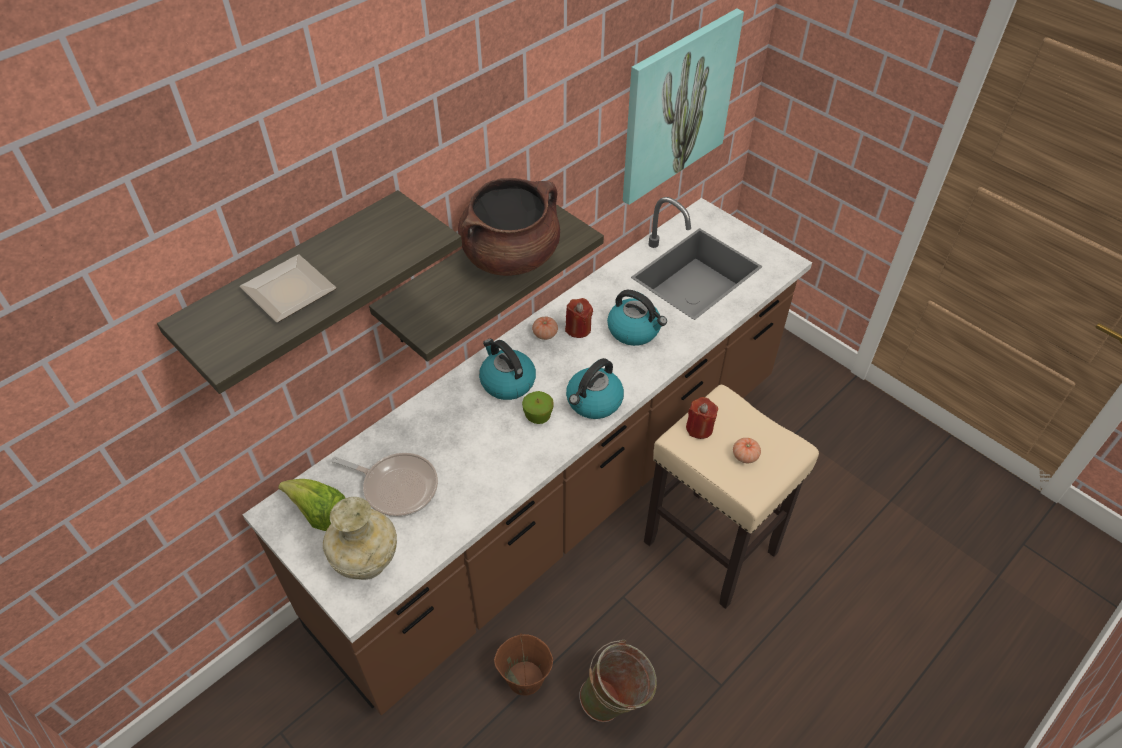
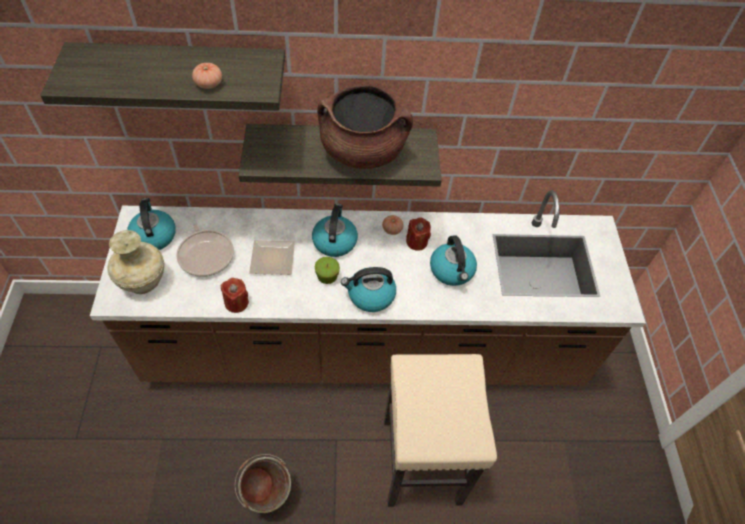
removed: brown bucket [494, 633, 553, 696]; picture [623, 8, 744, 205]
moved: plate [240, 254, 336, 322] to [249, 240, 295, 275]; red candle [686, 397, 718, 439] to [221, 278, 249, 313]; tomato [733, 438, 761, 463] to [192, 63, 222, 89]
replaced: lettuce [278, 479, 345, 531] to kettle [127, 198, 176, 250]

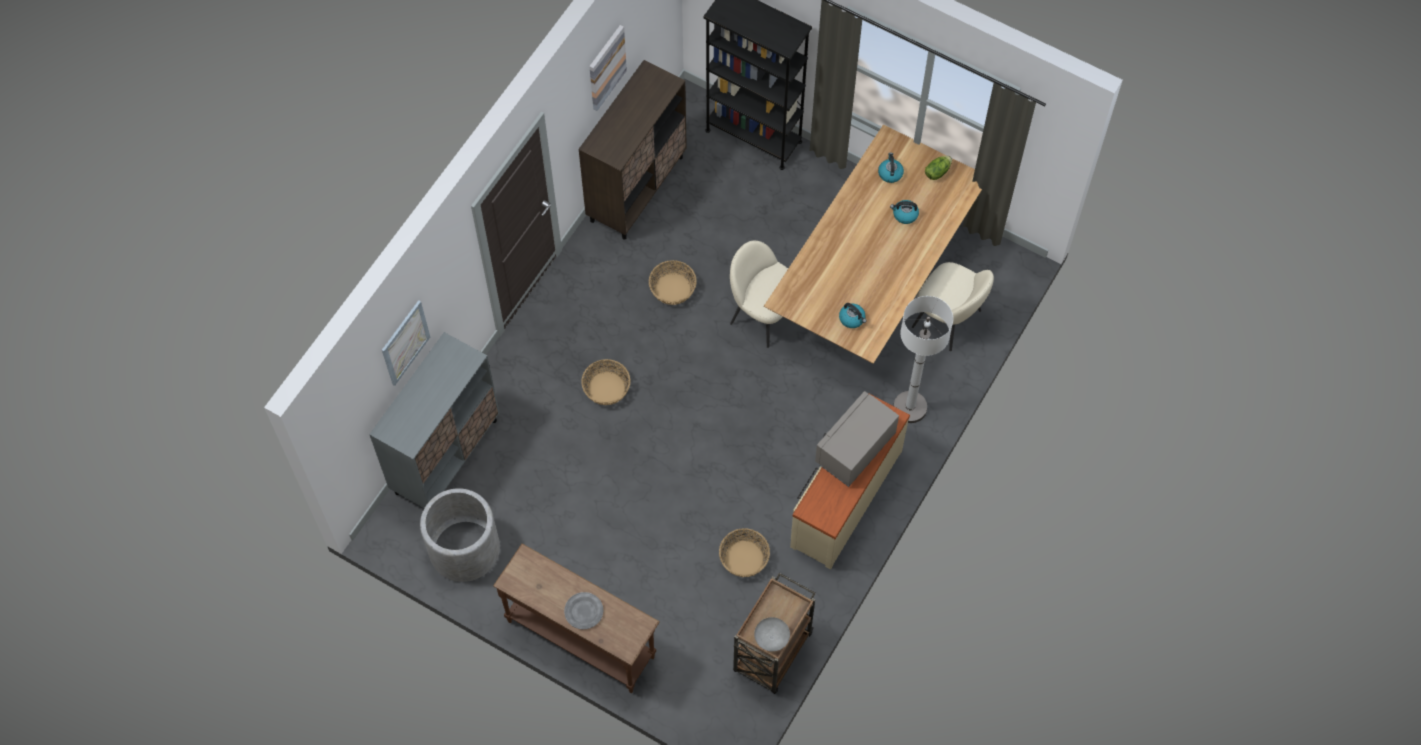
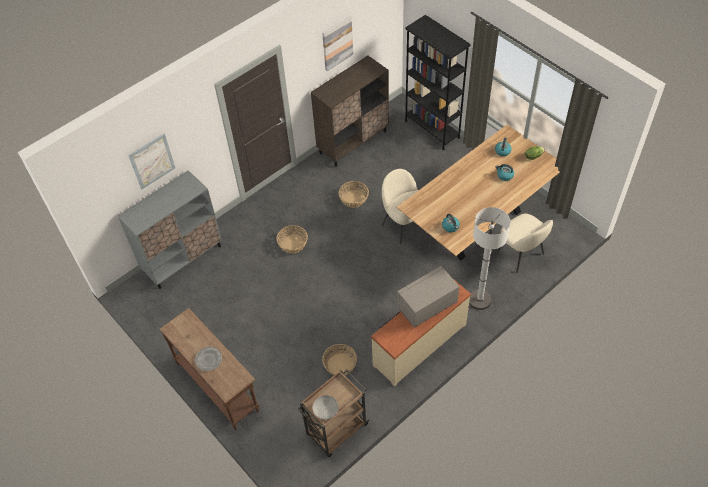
removed: grey planter [420, 488, 500, 582]

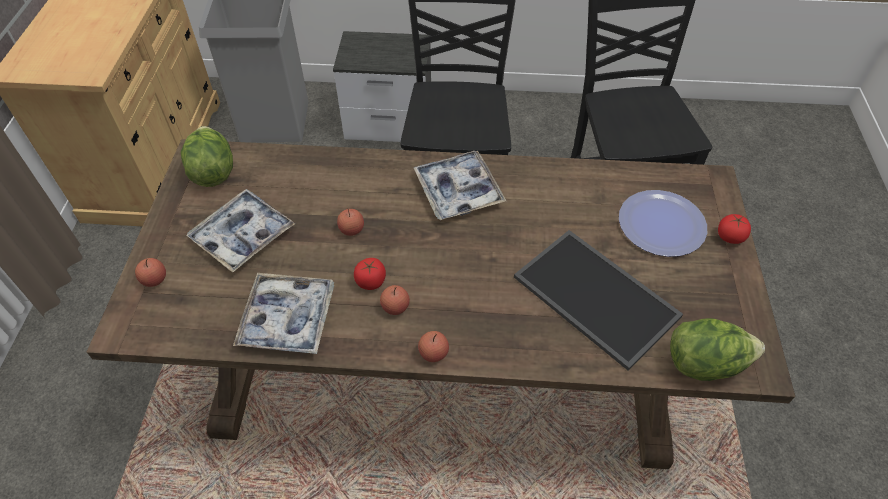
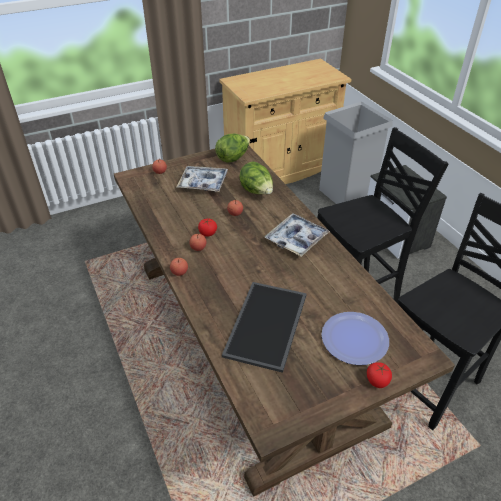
removed: tray [233, 273, 334, 354]
moved: lettuce [670, 318, 765, 381] to [239, 161, 273, 194]

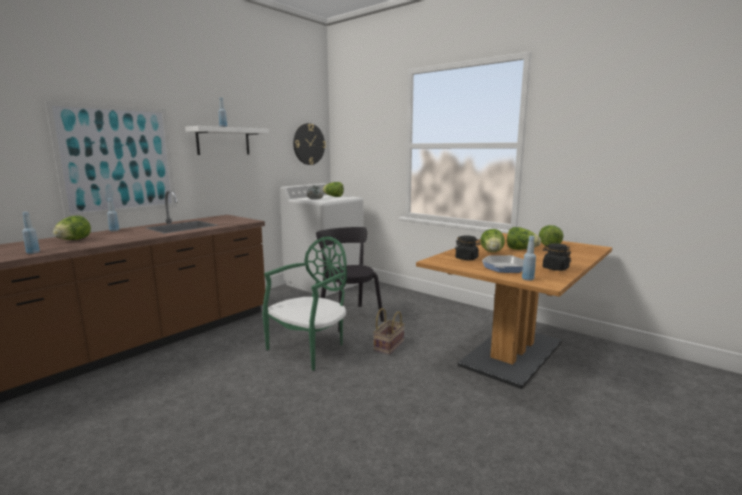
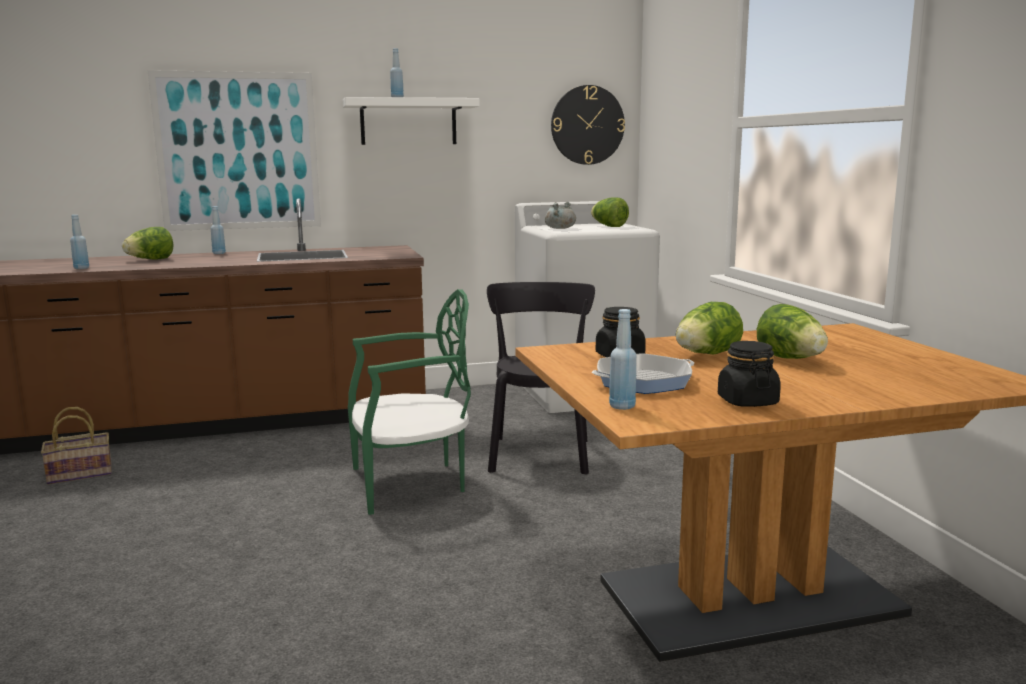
removed: lettuce [539, 225, 564, 247]
moved: basket [373, 308, 405, 355] to [41, 407, 112, 484]

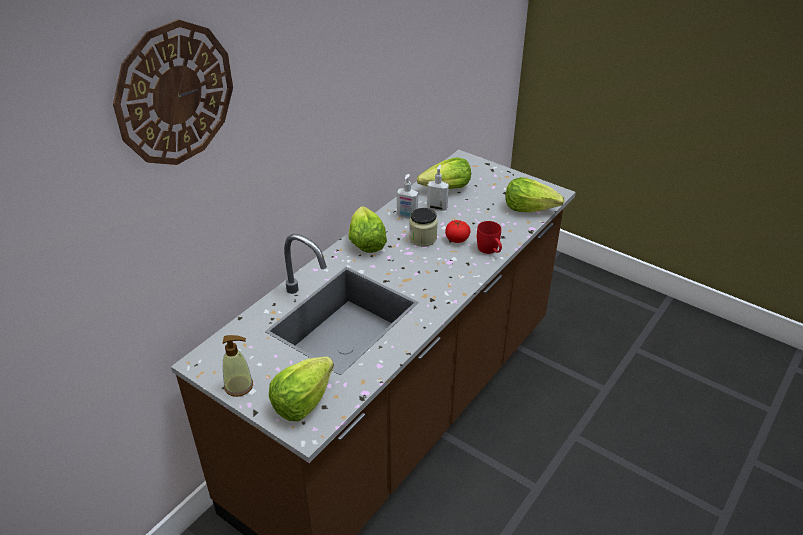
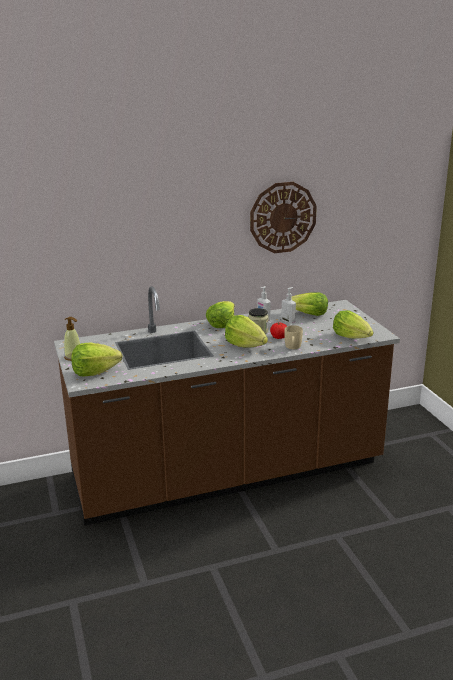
added: lettuce [225, 315, 268, 348]
moved: wall clock [113, 19, 233, 165] to [250, 182, 317, 253]
recoloured: red mug [477, 221, 502, 254] to beige mug [284, 325, 303, 349]

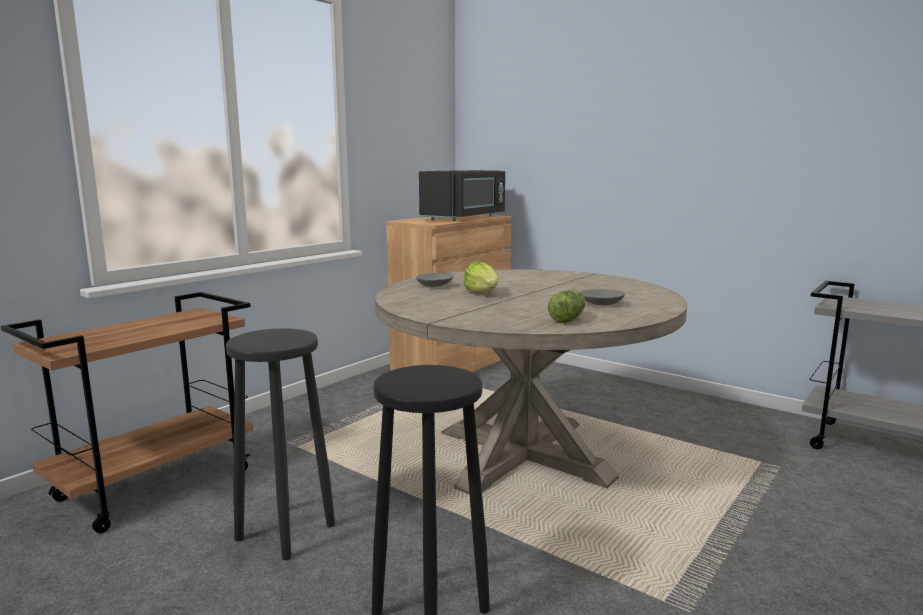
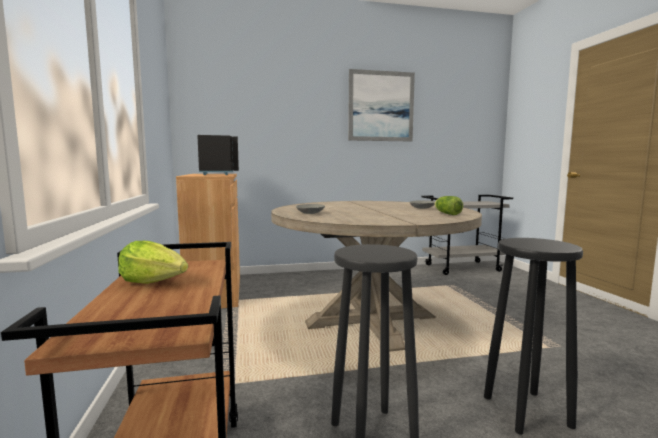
added: picture [348, 69, 415, 142]
moved: lettuce [463, 261, 499, 293] to [118, 241, 188, 284]

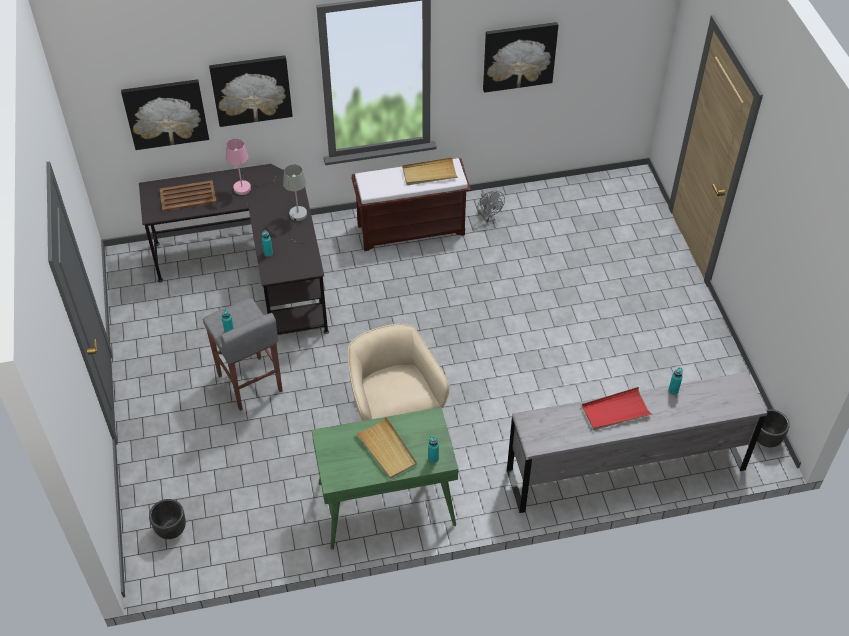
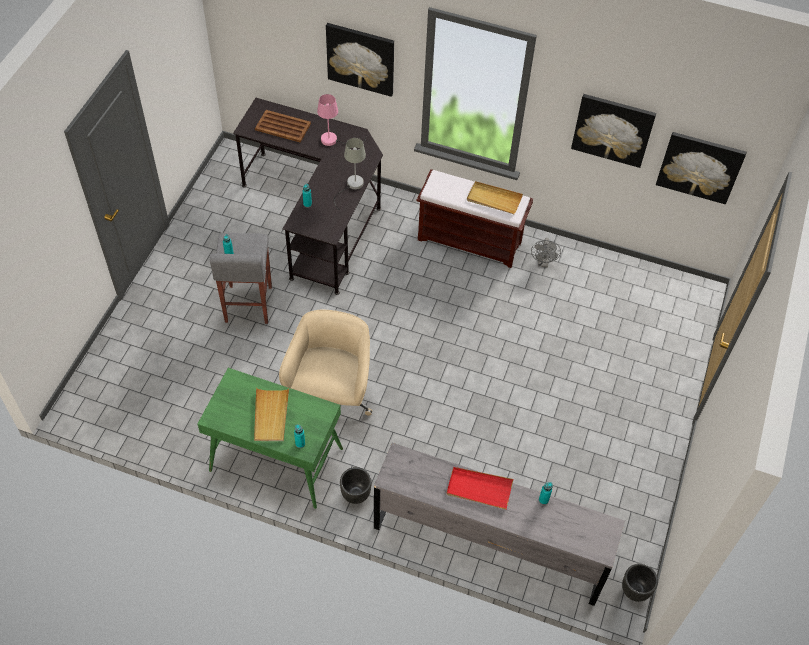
moved: picture [121, 79, 209, 150] to [656, 132, 746, 204]; black planter [149, 499, 186, 539] to [340, 467, 371, 504]

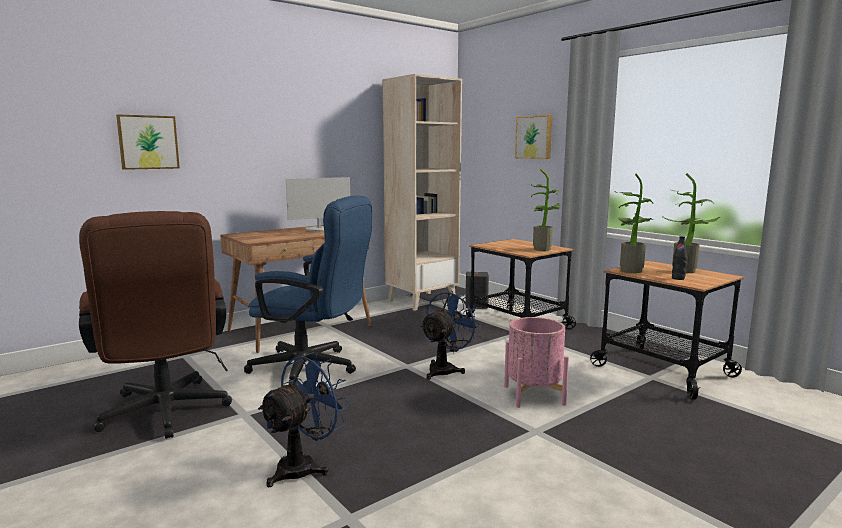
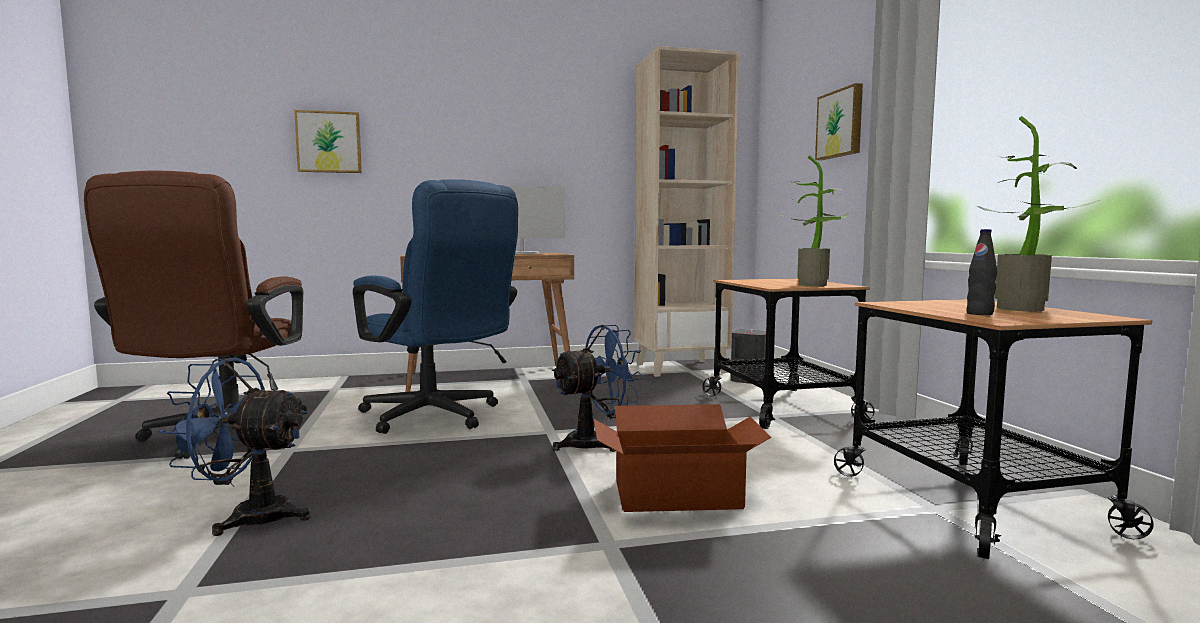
removed: potted plant [614, 173, 654, 273]
replaced: pink planter [504, 317, 569, 408] to cardboard box [594, 404, 772, 512]
turned: blue fan [258, 352, 351, 487] = [159, 358, 310, 536] 150 degrees counterclockwise

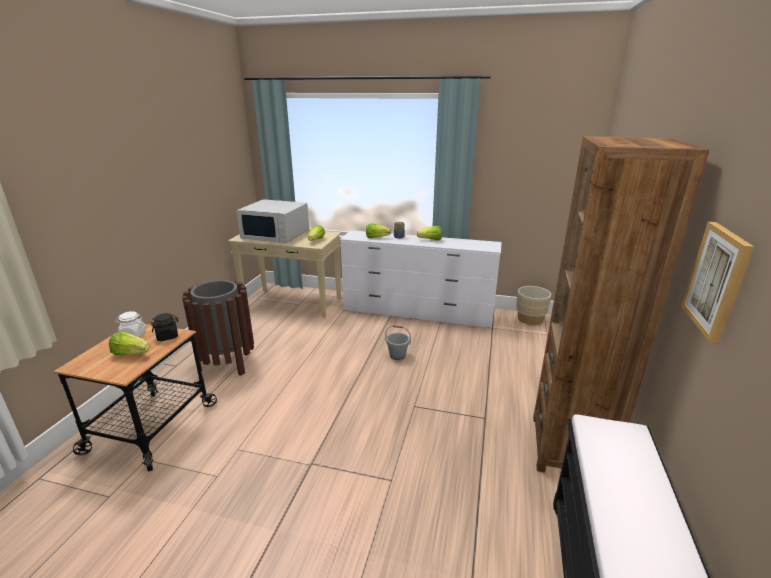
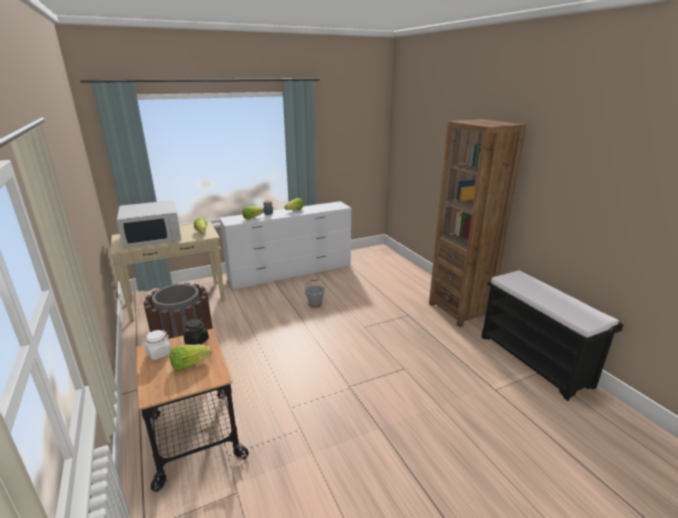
removed: beige planter [516, 286, 551, 325]; picture [681, 222, 754, 344]

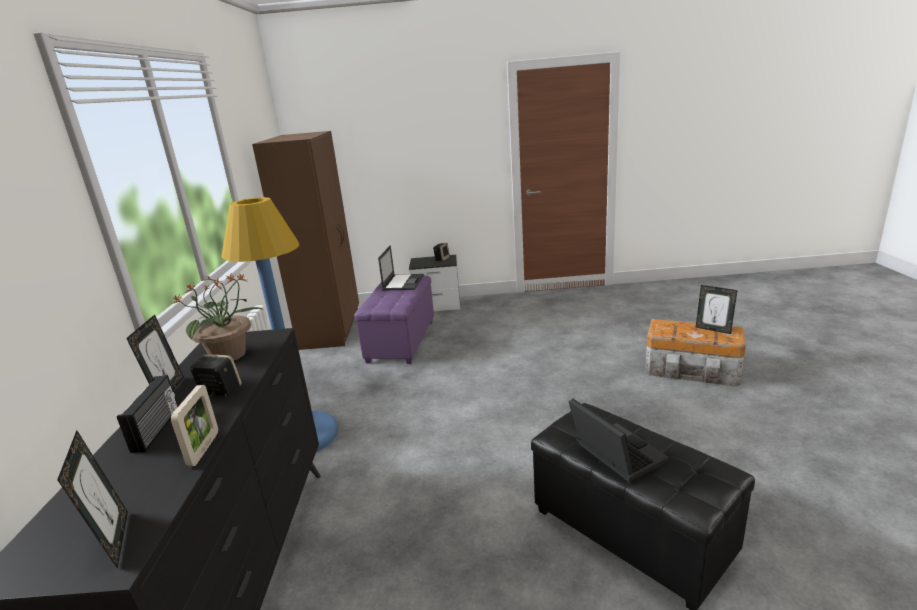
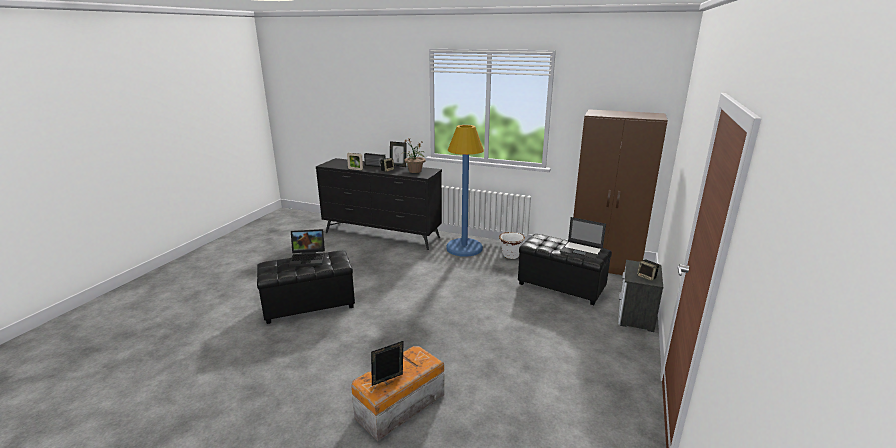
removed: picture frame [57, 430, 128, 569]
added: white planter [499, 232, 525, 259]
recoloured: purple ottoman [354, 275, 434, 364] to black ottoman [518, 234, 612, 305]

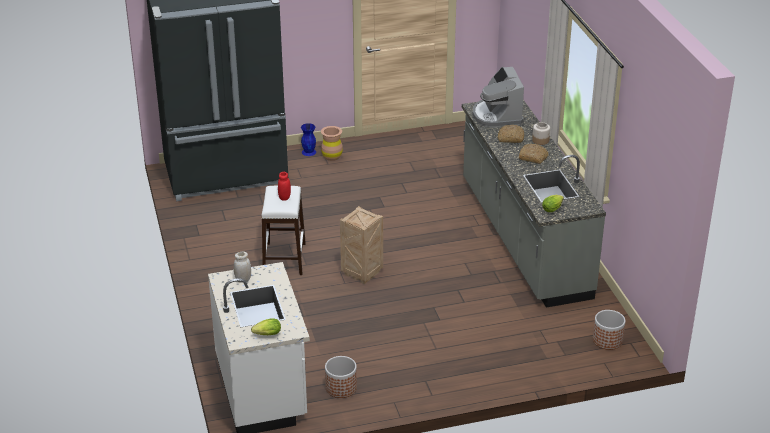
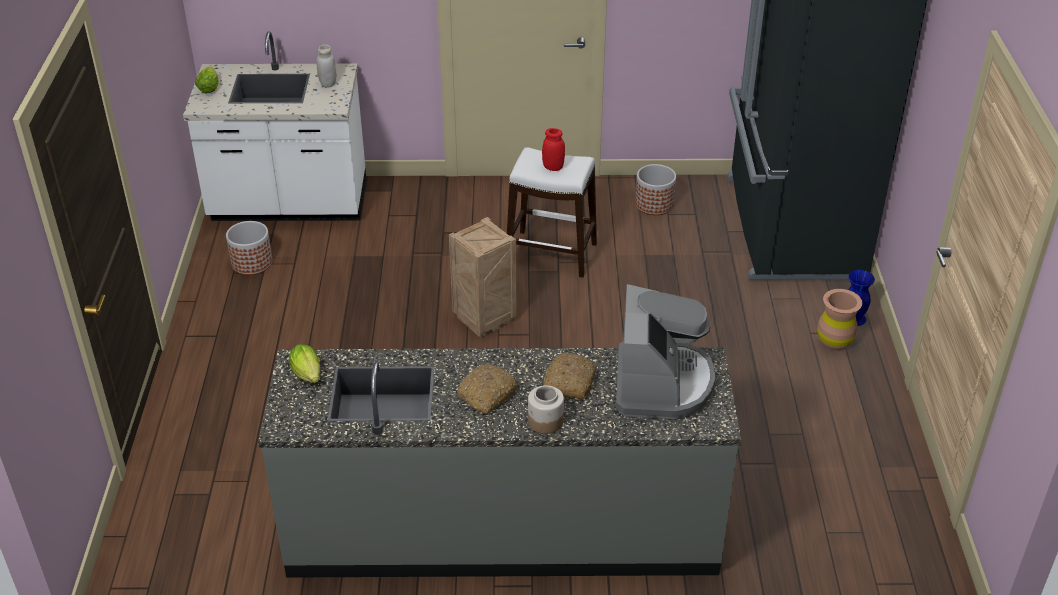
moved: planter [593, 310, 626, 350] to [635, 164, 676, 215]
turned: coffee machine [473, 67, 524, 128] = [616, 284, 715, 419] 90 degrees clockwise

